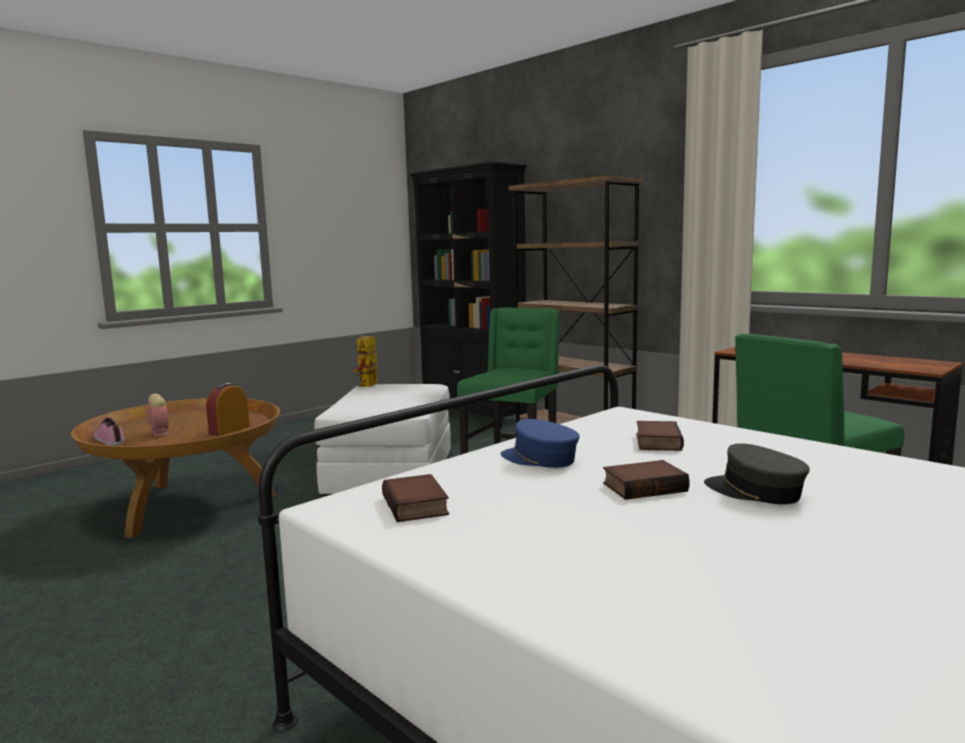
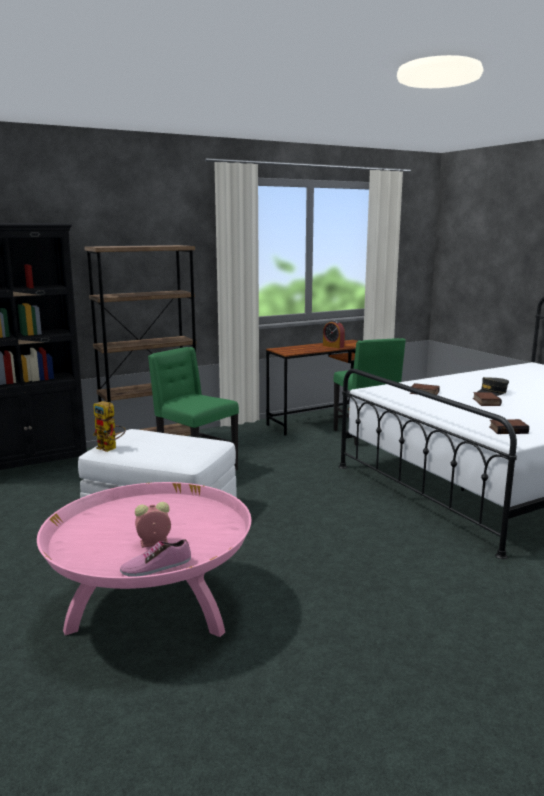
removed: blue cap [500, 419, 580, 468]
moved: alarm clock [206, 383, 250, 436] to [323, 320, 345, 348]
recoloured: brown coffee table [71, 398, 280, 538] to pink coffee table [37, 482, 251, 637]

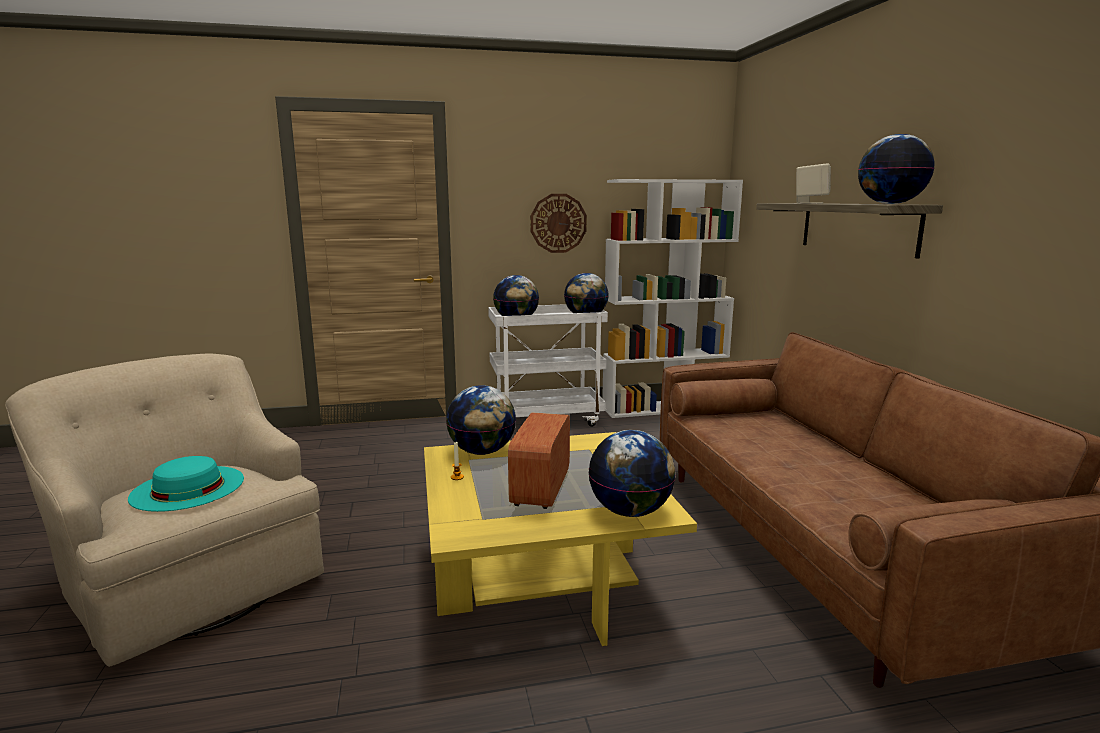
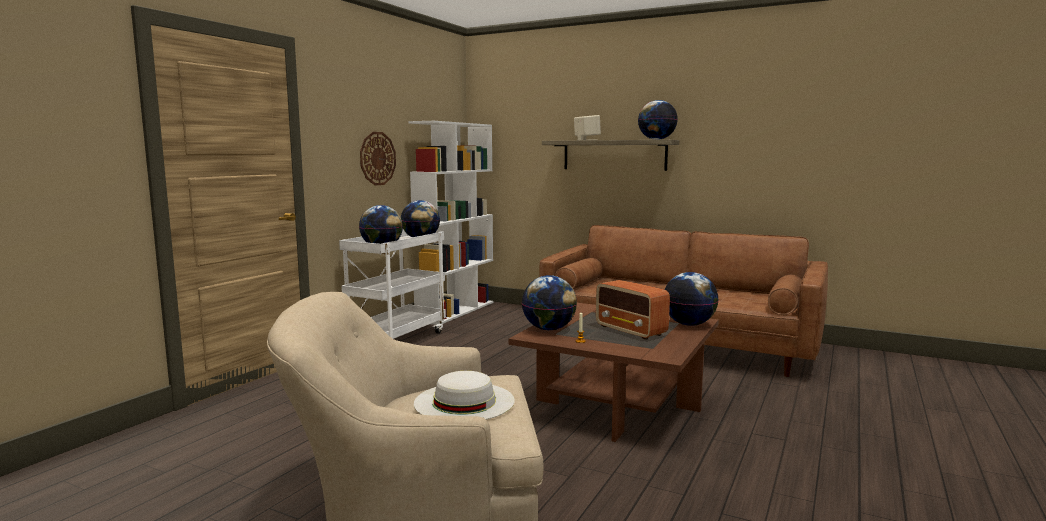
recoloured: turquoise hat [128, 456, 244, 512] to white hat [414, 371, 515, 420]; yellow coffee table [424, 432, 697, 646] to brown coffee table [508, 303, 719, 442]

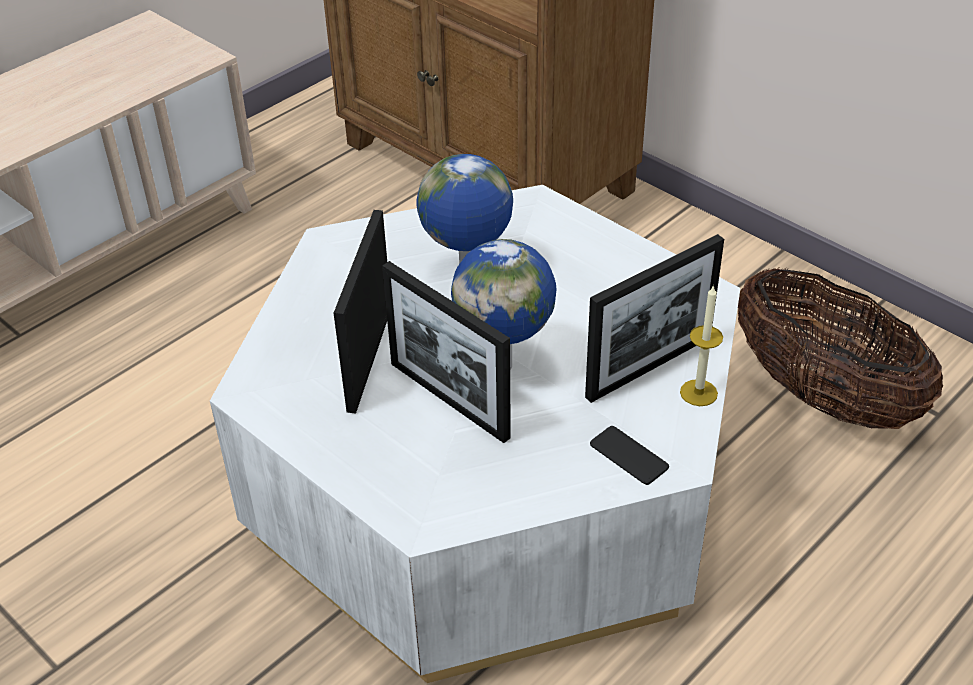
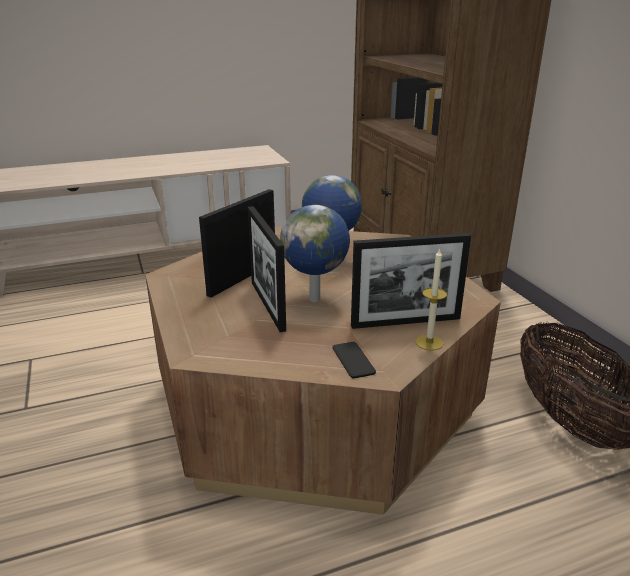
recoloured: white coffee table [210, 185, 740, 683] to brown coffee table [145, 227, 501, 515]

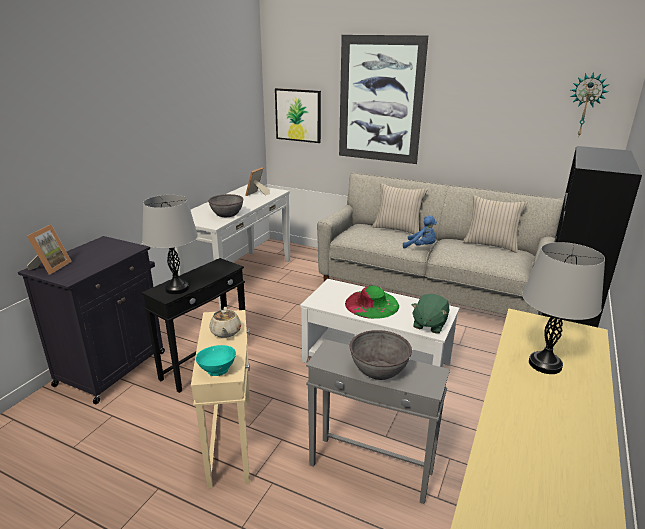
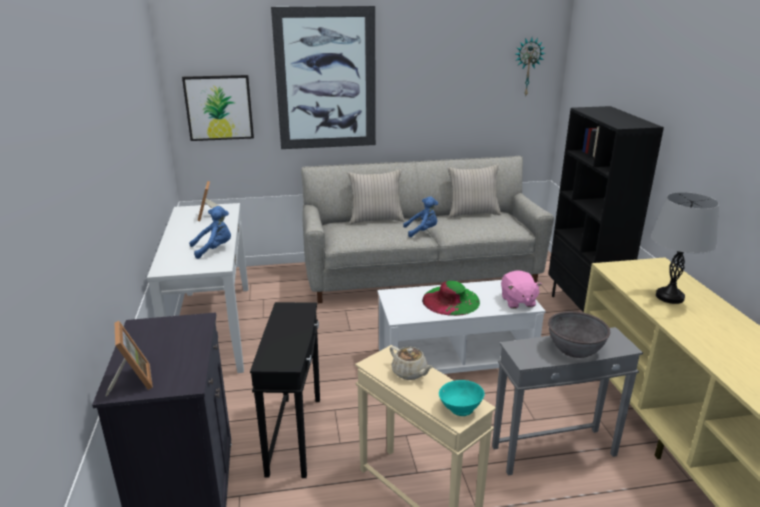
removed: grey table lamp [142, 195, 198, 294]
replaced: grey bowl [208, 194, 244, 217] to blue plush toy [189, 206, 231, 259]
recoloured: green plush toy [412, 294, 450, 334] to pink plush toy [501, 270, 542, 309]

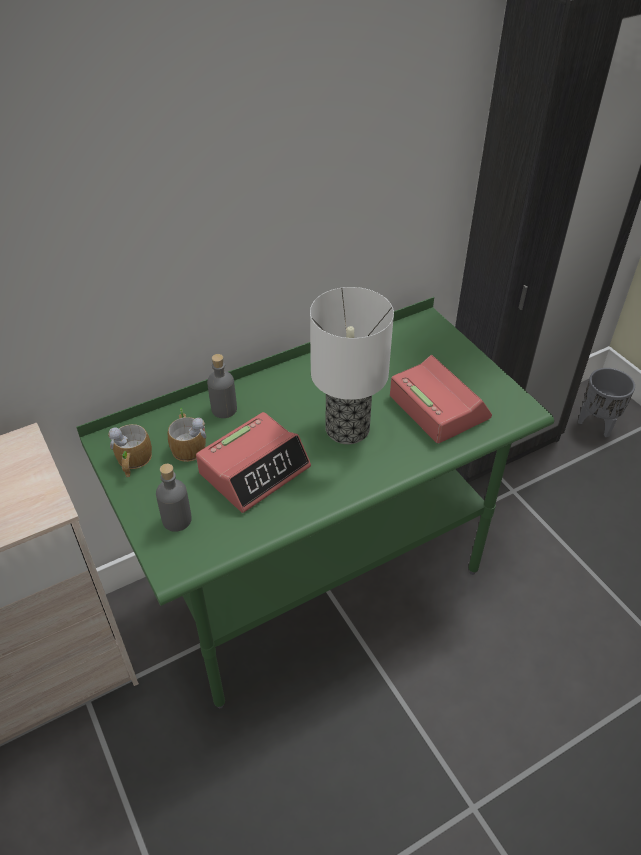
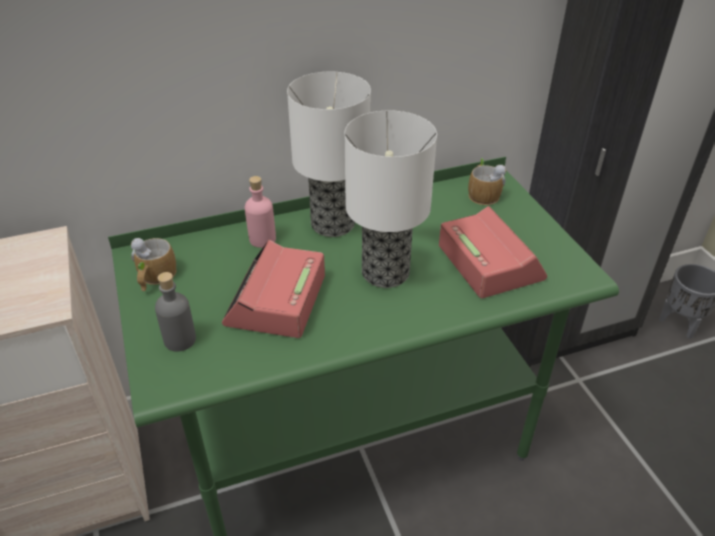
added: table lamp [287, 72, 371, 237]
moved: mug [168, 408, 206, 462] to [468, 158, 506, 205]
recoloured: grey bottle [207, 354, 237, 418] to pink bottle [245, 176, 276, 248]
turned: alarm clock [196, 412, 311, 513] = [222, 240, 325, 338] 135 degrees clockwise

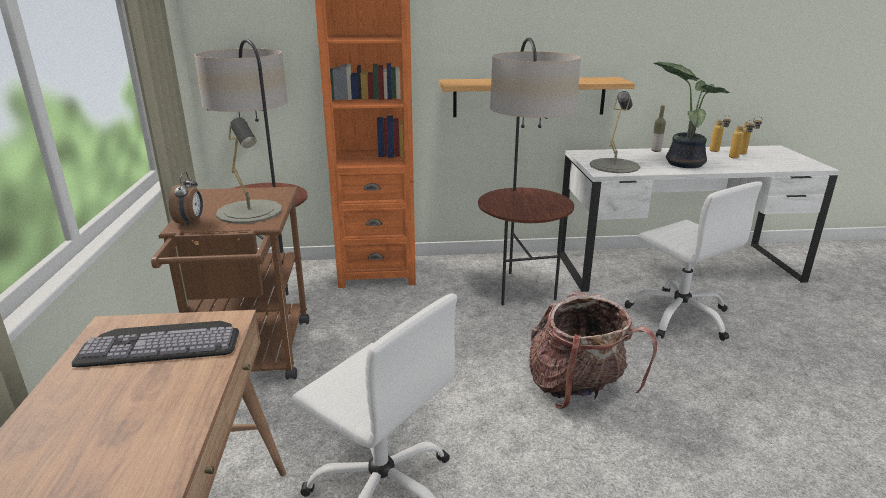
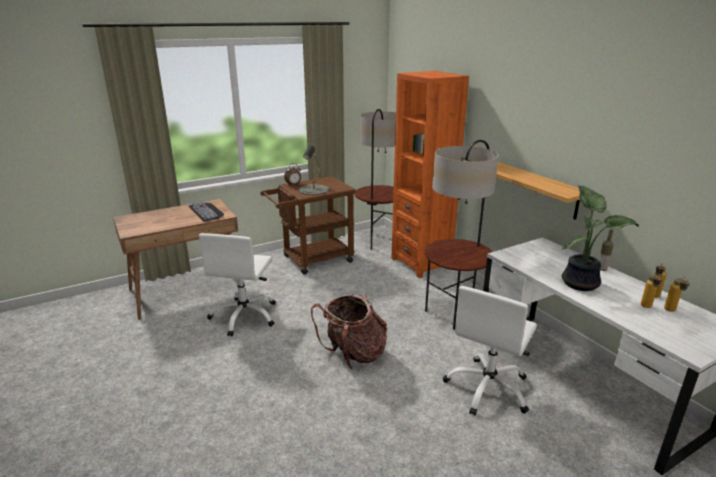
removed: grey table lamp [590, 91, 640, 173]

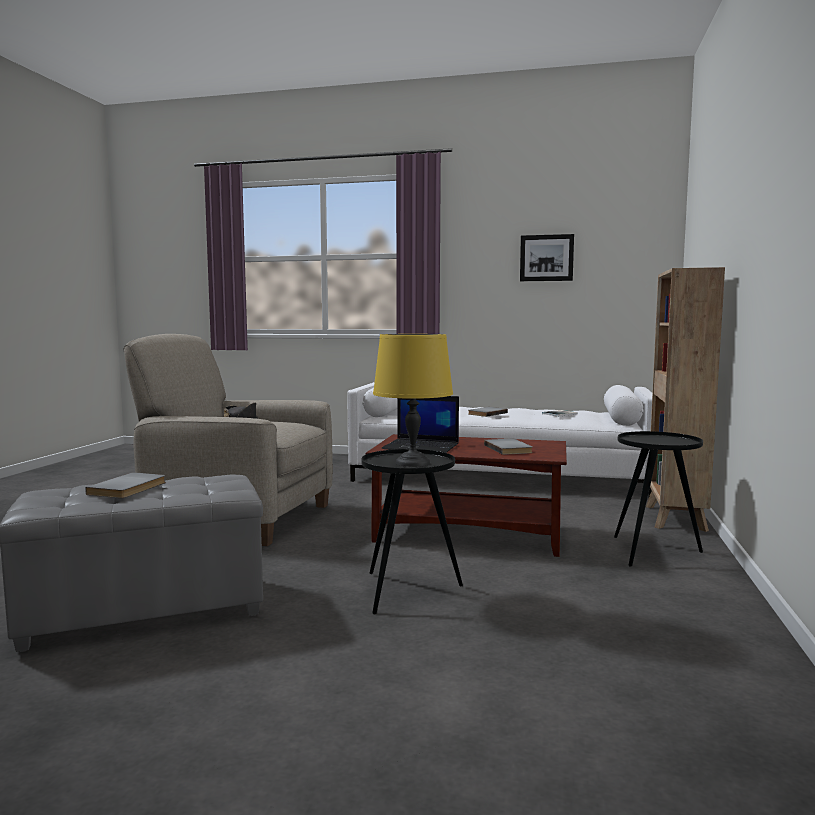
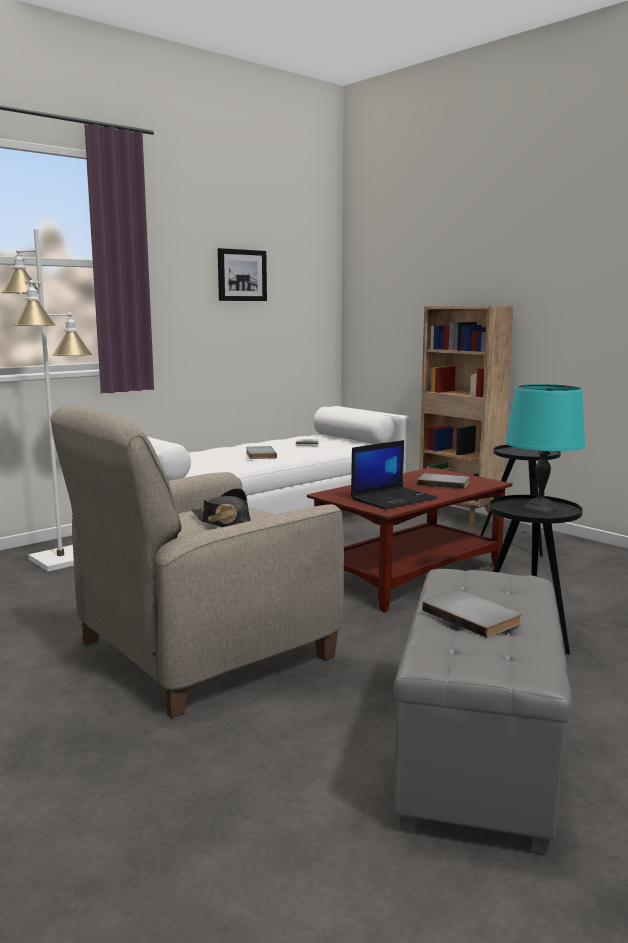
added: white floor lamp [1, 229, 92, 572]
recoloured: yellow table lamp [373, 334, 453, 467] to turquoise table lamp [505, 384, 585, 514]

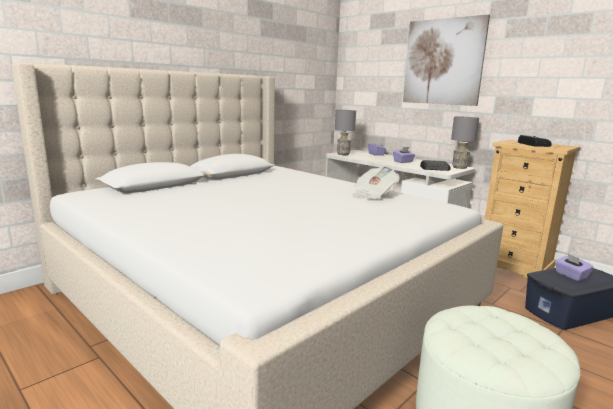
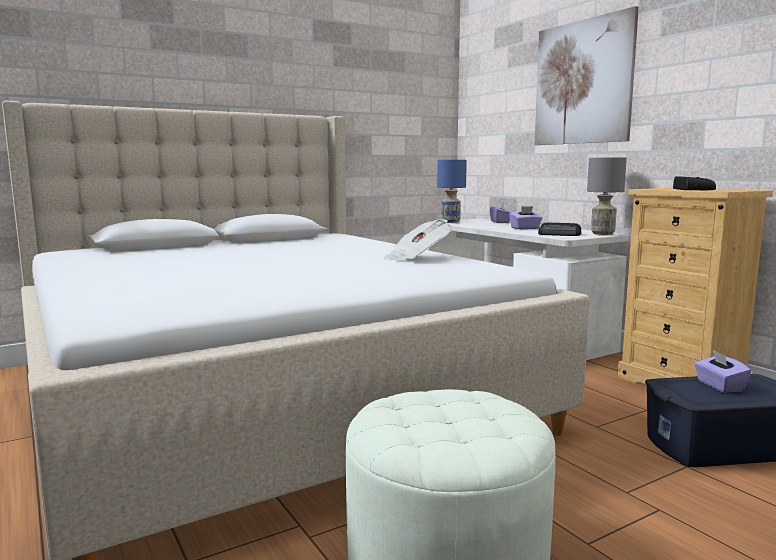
recoloured: grey table lamp [335, 110, 356, 155] to blue table lamp [437, 160, 467, 223]

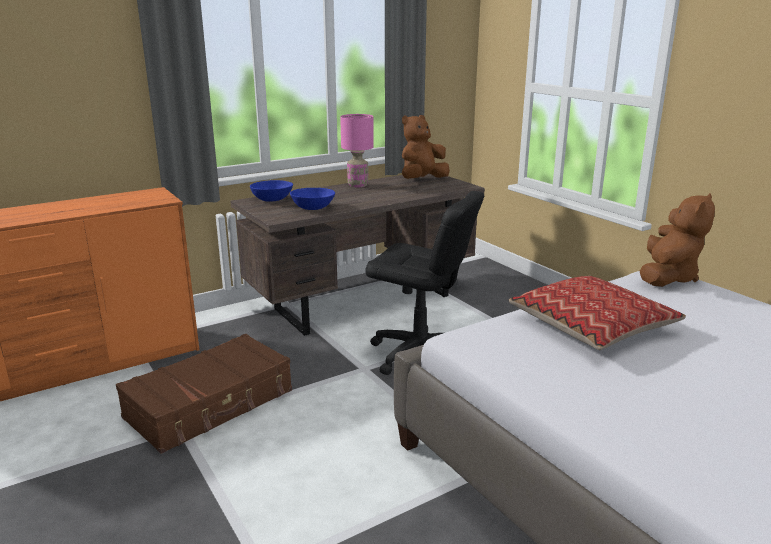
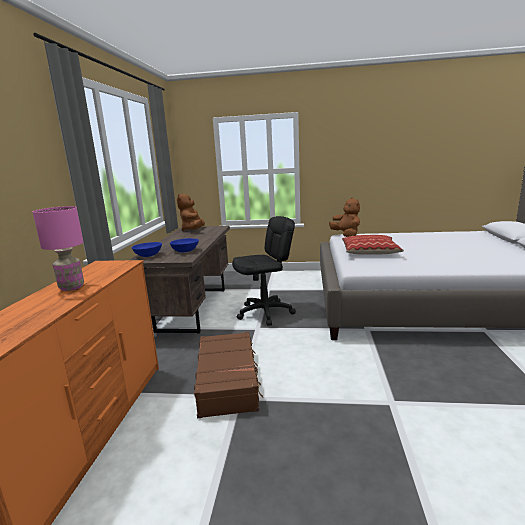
moved: pink table lamp [340, 114, 374, 188] to [33, 206, 84, 291]

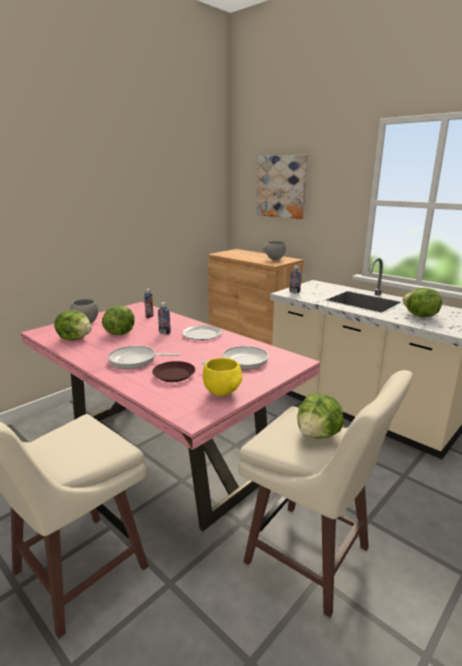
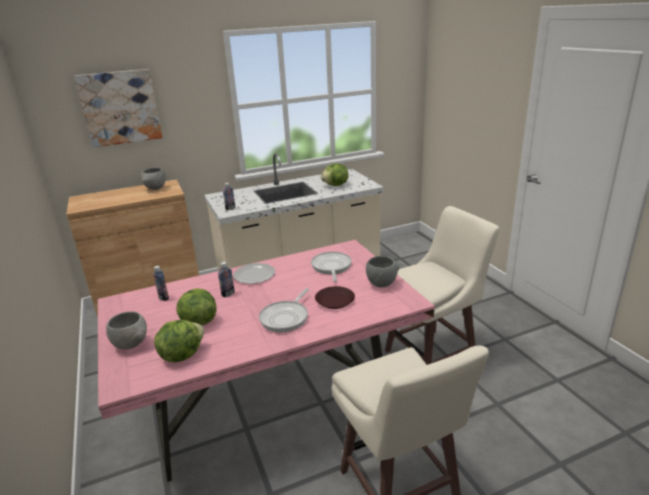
removed: lettuce [297, 393, 344, 439]
recoloured: yellow bowl [203, 358, 242, 396] to grey bowl [366, 256, 399, 287]

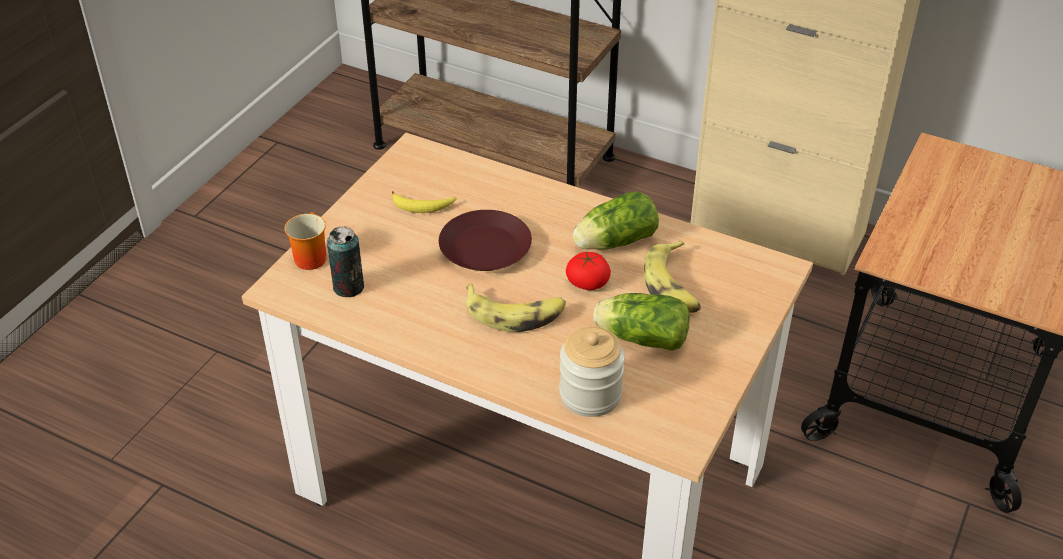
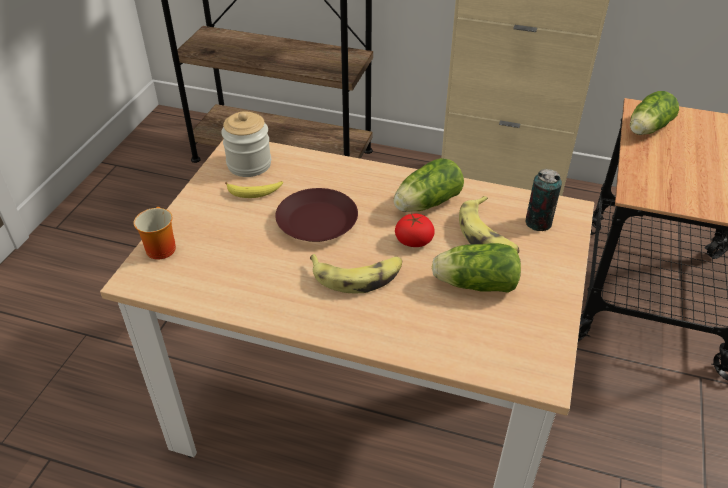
added: lettuce [630, 91, 679, 135]
moved: can [327, 226, 364, 297] to [526, 169, 562, 231]; jar [559, 327, 625, 417] to [221, 111, 271, 177]

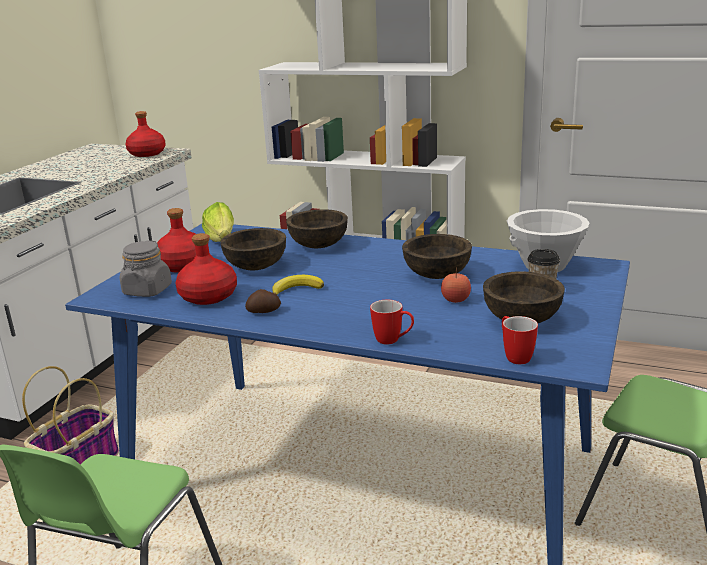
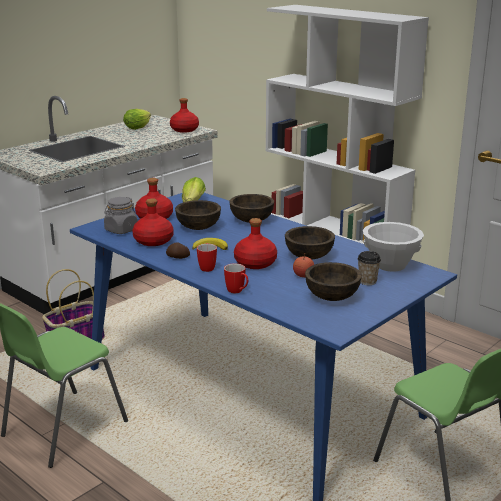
added: lettuce [123, 109, 151, 130]; red bottle [234, 218, 277, 269]
moved: mug [502, 316, 538, 364] to [197, 243, 217, 272]

